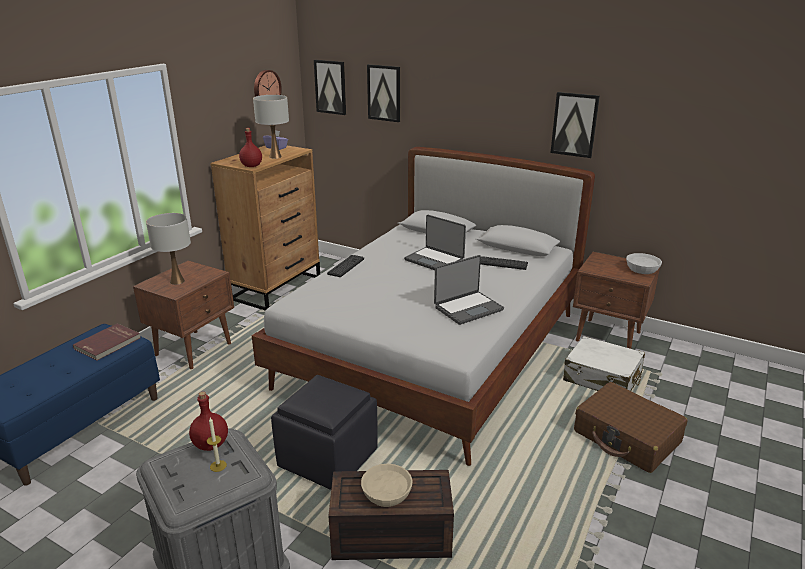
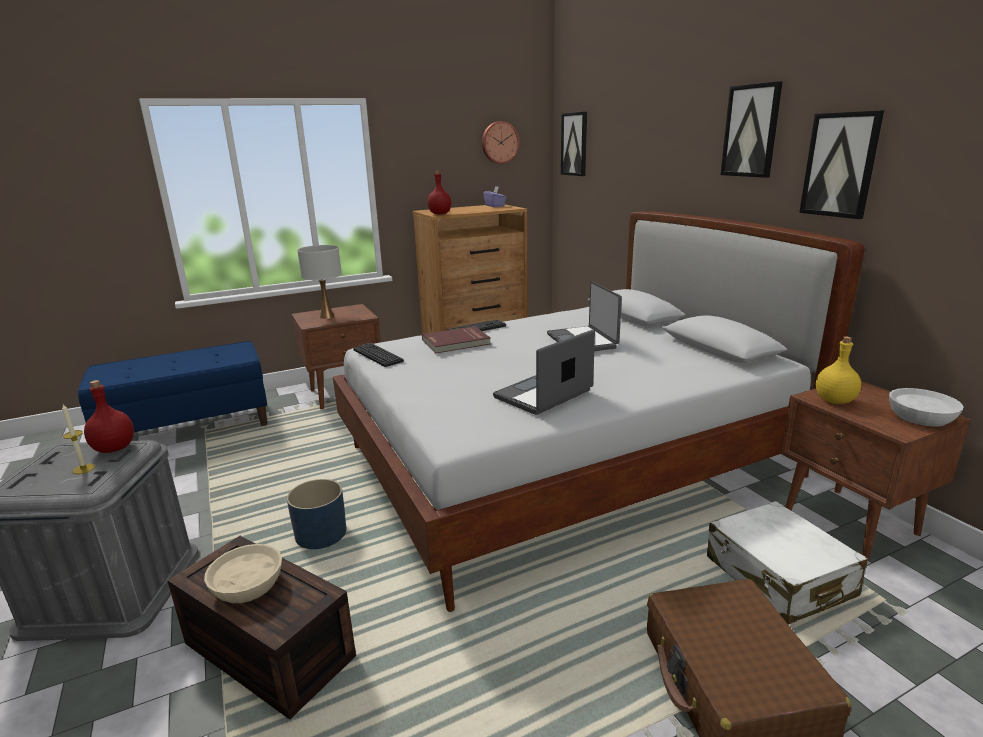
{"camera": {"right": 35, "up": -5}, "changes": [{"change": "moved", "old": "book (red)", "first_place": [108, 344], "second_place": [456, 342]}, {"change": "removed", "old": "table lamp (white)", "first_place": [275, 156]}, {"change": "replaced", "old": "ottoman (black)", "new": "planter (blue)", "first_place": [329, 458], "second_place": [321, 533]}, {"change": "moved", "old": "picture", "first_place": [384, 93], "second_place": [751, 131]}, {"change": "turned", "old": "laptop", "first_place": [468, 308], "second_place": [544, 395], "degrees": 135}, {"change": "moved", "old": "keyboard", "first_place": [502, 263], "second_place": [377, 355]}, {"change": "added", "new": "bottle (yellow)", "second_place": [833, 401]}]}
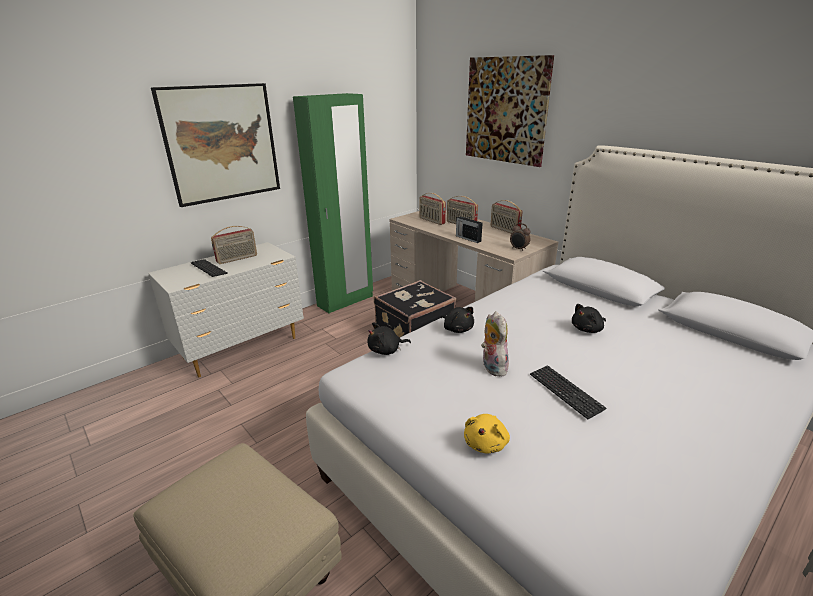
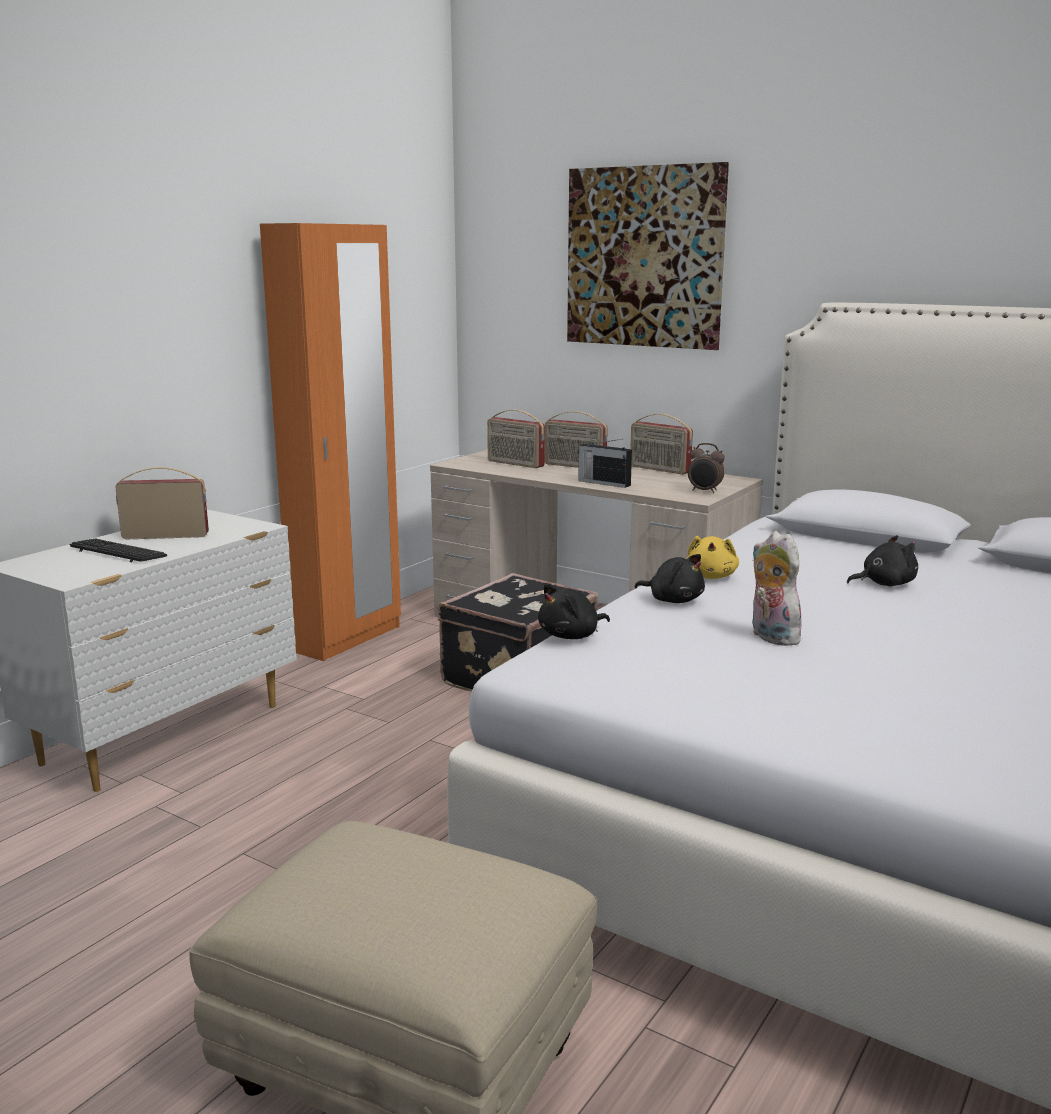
{"camera": {"right": -15, "up": -10}, "changes": [{"change": "removed", "old": "picture", "first_place": [221, 143]}, {"change": "turned", "old": "radio", "first_place": [237, 259], "second_place": [166, 536], "degrees": -135}, {"change": "recoloured", "old": "wardrobe (green)", "new": "wardrobe (orange)", "first_place": [345, 301], "second_place": [347, 639]}, {"change": "moved", "old": "plush toy (yellow)", "first_place": [486, 443], "second_place": [711, 576]}, {"change": "removed", "old": "keyboard", "first_place": [565, 392]}, {"change": "turned", "old": "plush toy (black)", "first_place": [587, 329], "second_place": [884, 584], "degrees": -150}]}
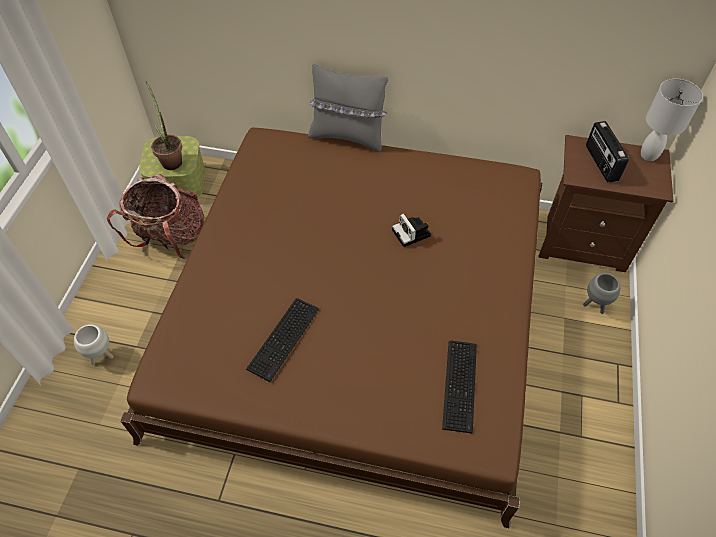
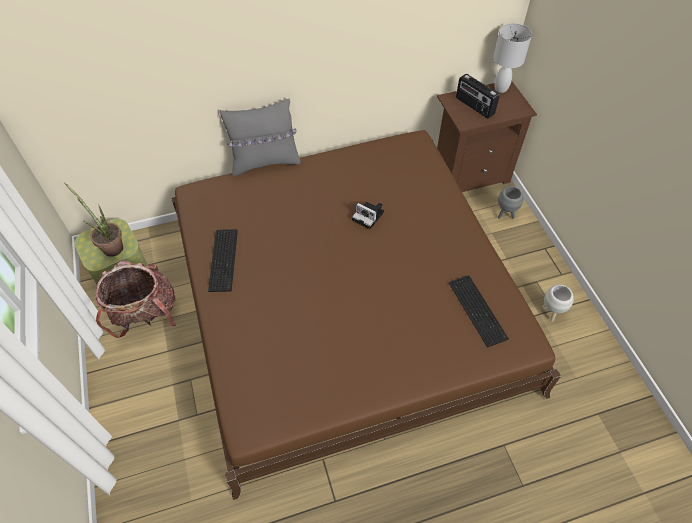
{"camera": {"right": -30, "up": 0}, "changes": [{"change": "moved", "old": "planter (white)", "first_place": [101, 356], "second_place": [551, 312]}, {"change": "moved", "old": "keyboard", "first_place": [285, 338], "second_place": [225, 259]}]}
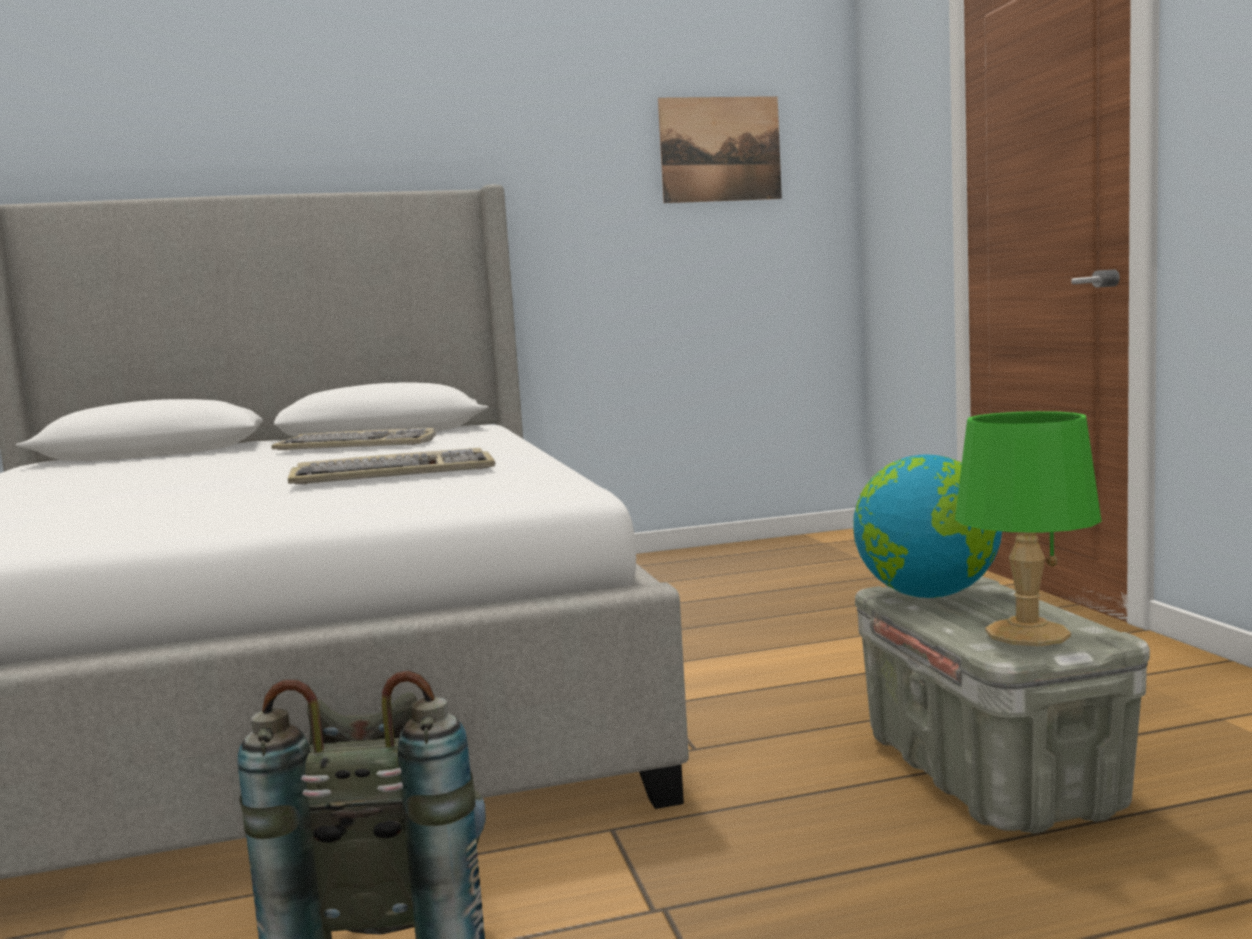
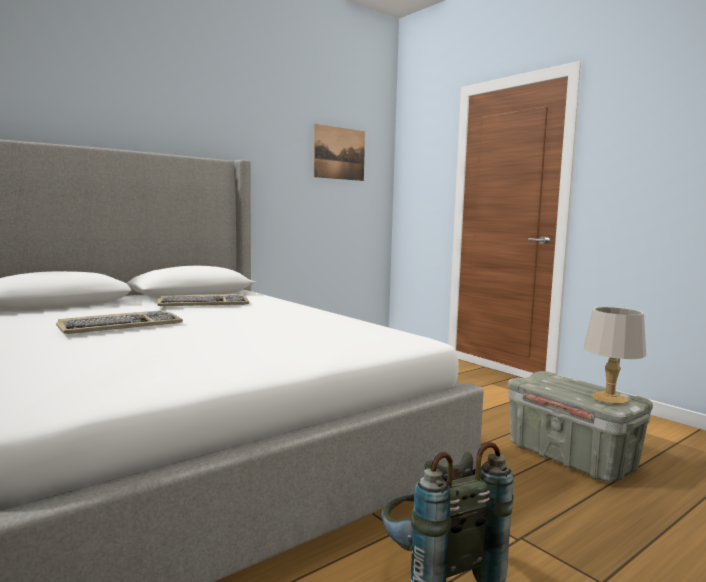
{"camera": {"right": -25, "up": 0}, "changes": [{"change": "moved", "old": "keyboard", "first_place": [395, 475], "second_place": [121, 326]}, {"change": "removed", "old": "globe", "first_place": [928, 595]}, {"change": "recoloured", "old": "table lamp (green)", "new": "table lamp (grey)", "first_place": [1025, 633], "second_place": [608, 398]}]}
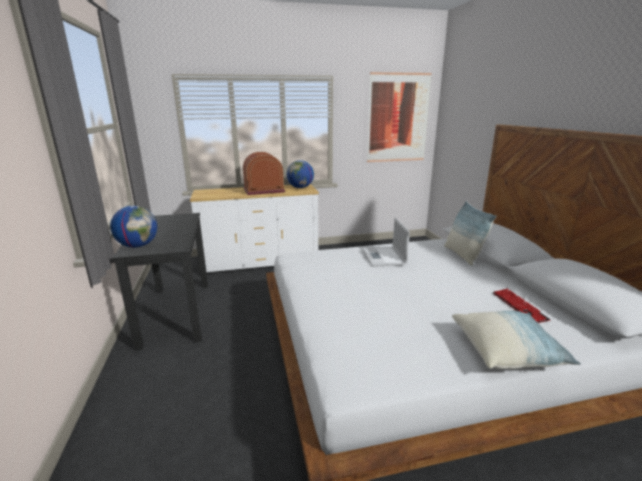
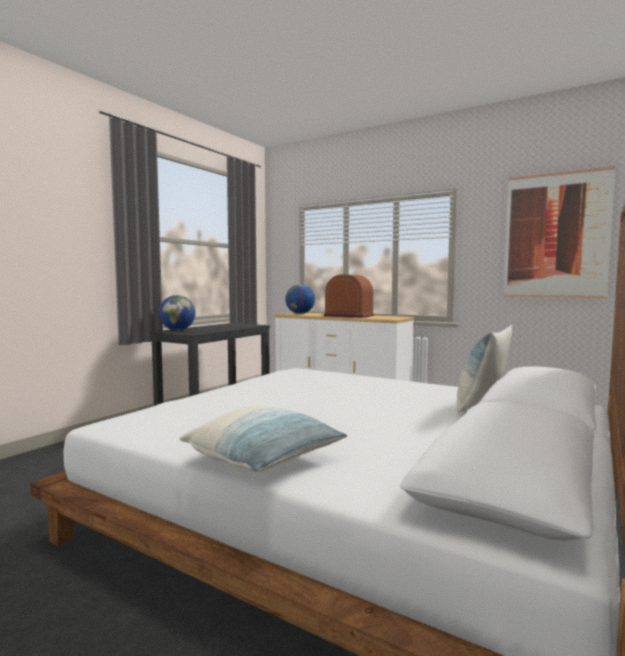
{"camera": {"right": 45, "up": -15}, "changes": [{"change": "moved", "old": "globe", "first_place": [300, 188], "second_place": [300, 313]}, {"change": "removed", "old": "laptop", "first_place": [384, 257]}, {"change": "removed", "old": "keyboard", "first_place": [519, 306]}]}
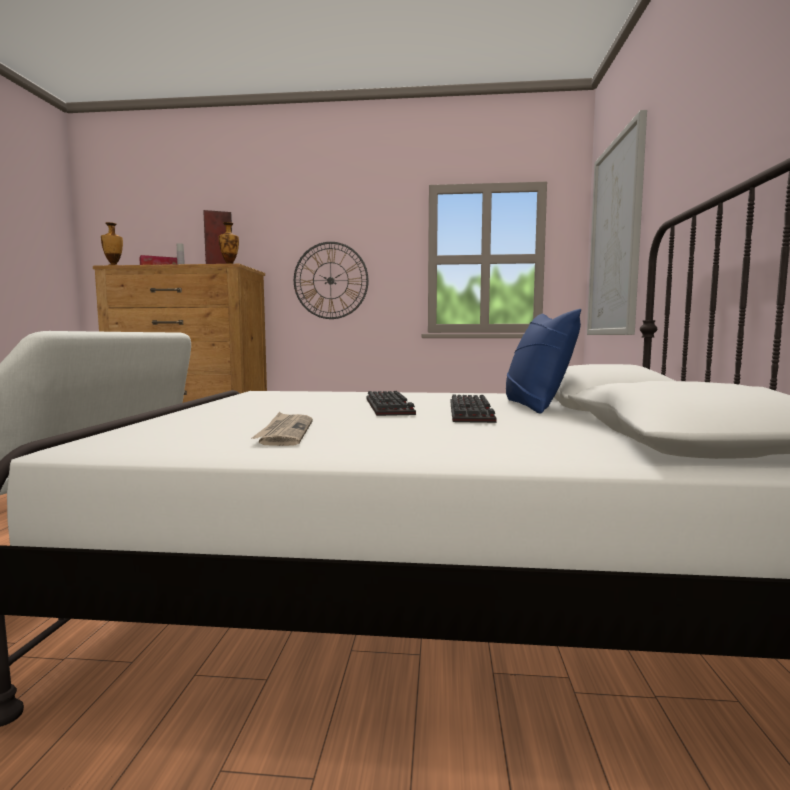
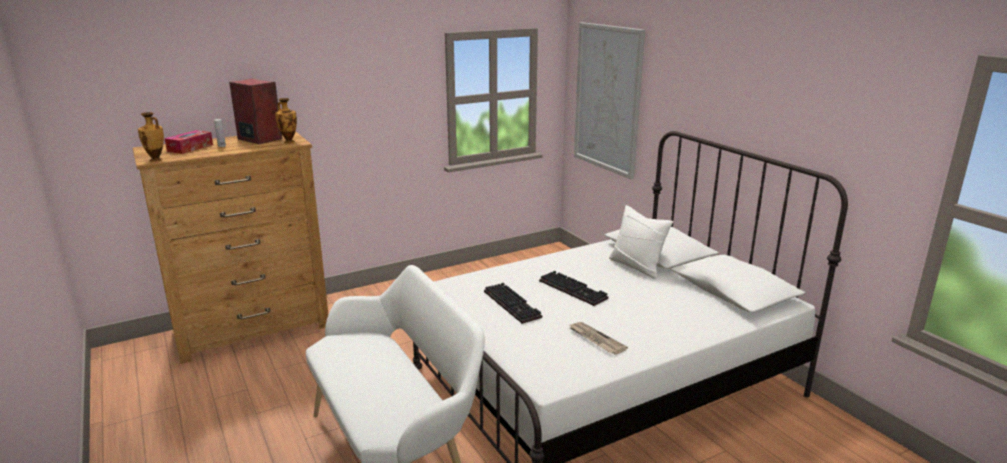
{"camera": {"right": -35, "up": 15}, "changes": [{"change": "removed", "old": "wall clock", "first_place": [330, 280]}, {"change": "moved", "old": "keyboard", "first_place": [473, 412], "second_place": [514, 304]}, {"change": "recoloured", "old": "pillow (blue)", "new": "pillow (white)", "first_place": [536, 406], "second_place": [637, 266]}]}
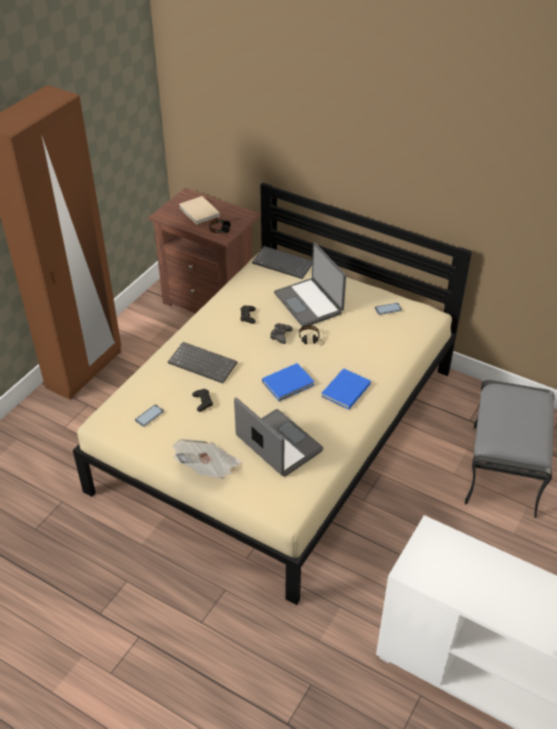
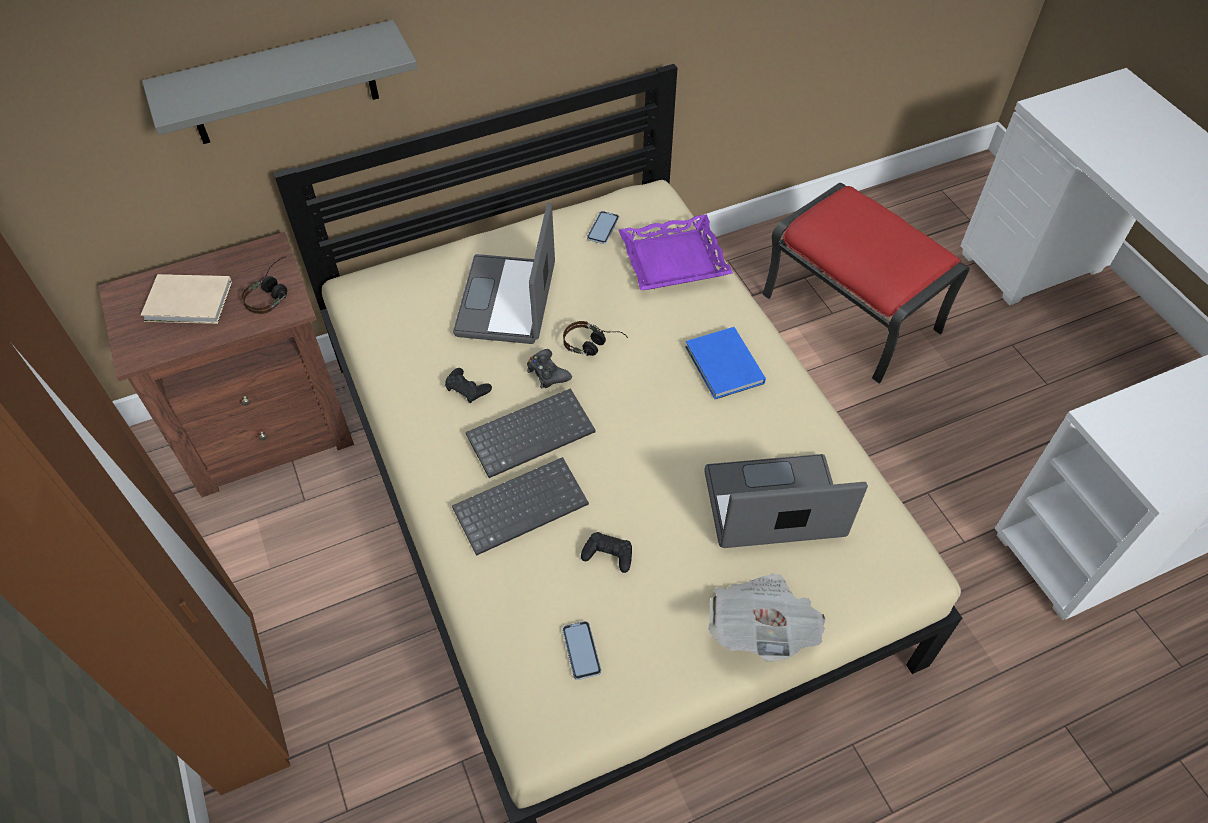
{"camera": {"right": -55, "up": 10}, "changes": [{"change": "moved", "old": "keyboard", "first_place": [284, 263], "second_place": [531, 432]}, {"change": "removed", "old": "book (blue)", "first_place": [289, 383]}, {"change": "turned", "old": "laptop", "first_place": [309, 303], "second_place": [508, 301], "degrees": 90}, {"change": "recoloured", "old": "ottoman (grey)", "new": "ottoman (red)", "first_place": [504, 469], "second_place": [852, 313]}, {"change": "added", "new": "shelf (grey)", "second_place": [282, 85]}, {"change": "added", "new": "tray (purple)", "second_place": [674, 260]}]}
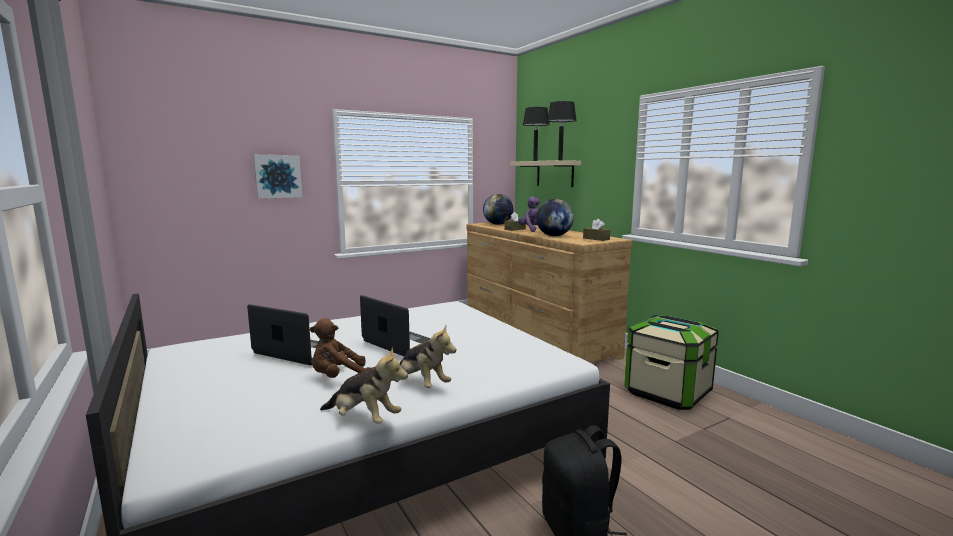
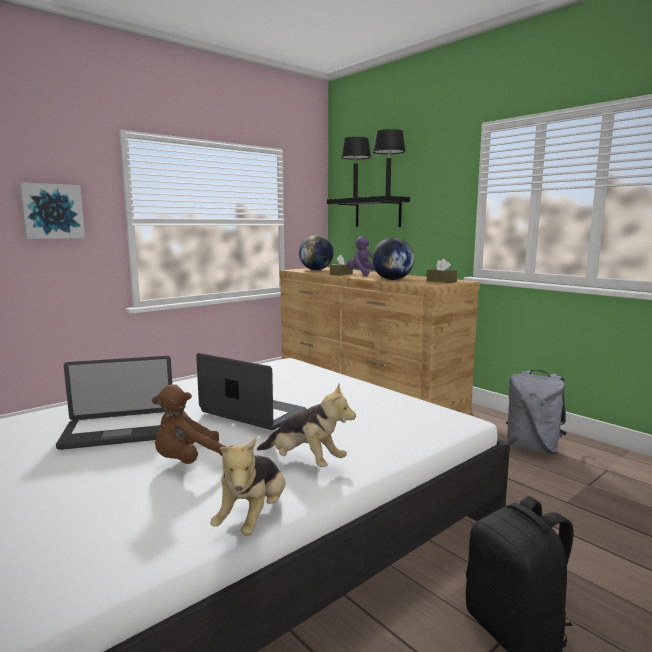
{"camera": {"right": -10, "up": 0}, "changes": [{"change": "turned", "old": "laptop", "first_place": [298, 352], "second_place": [119, 431], "degrees": 150}, {"change": "turned", "old": "plush toy", "first_place": [364, 419], "second_place": [253, 518], "degrees": 90}, {"change": "recoloured", "old": "shelf (beige)", "new": "shelf (black)", "first_place": [555, 173], "second_place": [378, 212]}, {"change": "replaced", "old": "storage box", "new": "backpack (grey)", "first_place": [667, 393], "second_place": [533, 447]}]}
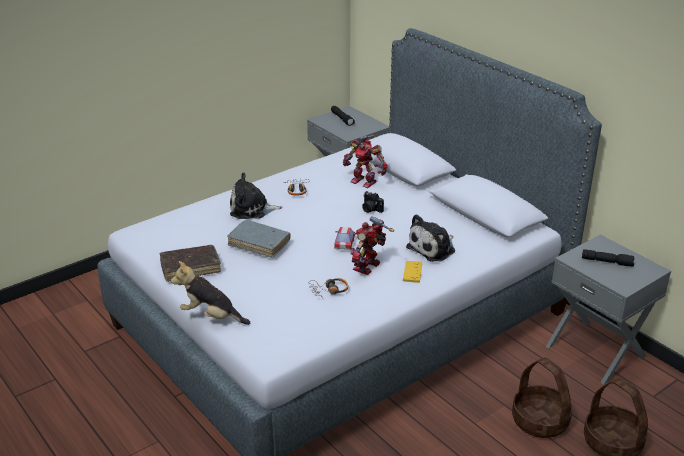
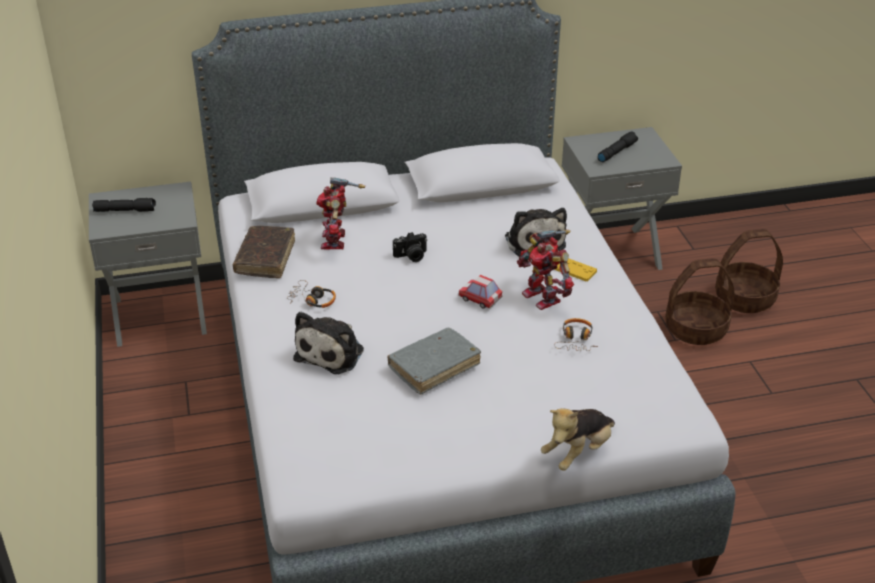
{"camera": {"right": -65, "up": 5}, "changes": [{"change": "moved", "old": "book (brown)", "first_place": [190, 268], "second_place": [265, 258]}, {"change": "turned", "old": "toy robot", "first_place": [364, 181], "second_place": [336, 240], "degrees": 120}]}
